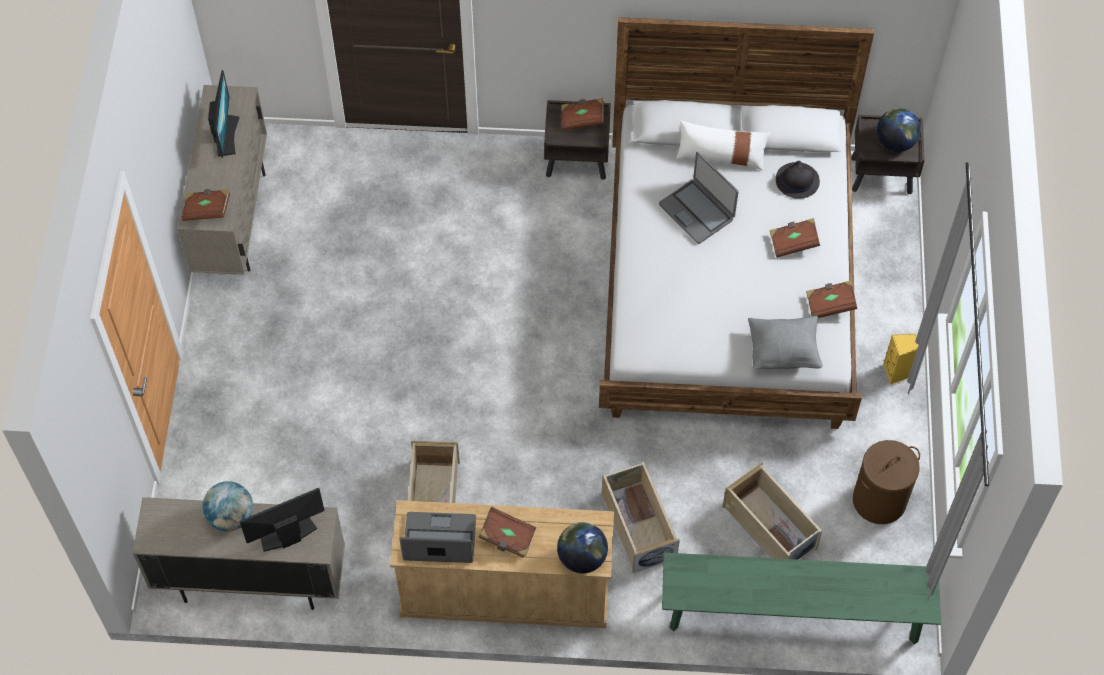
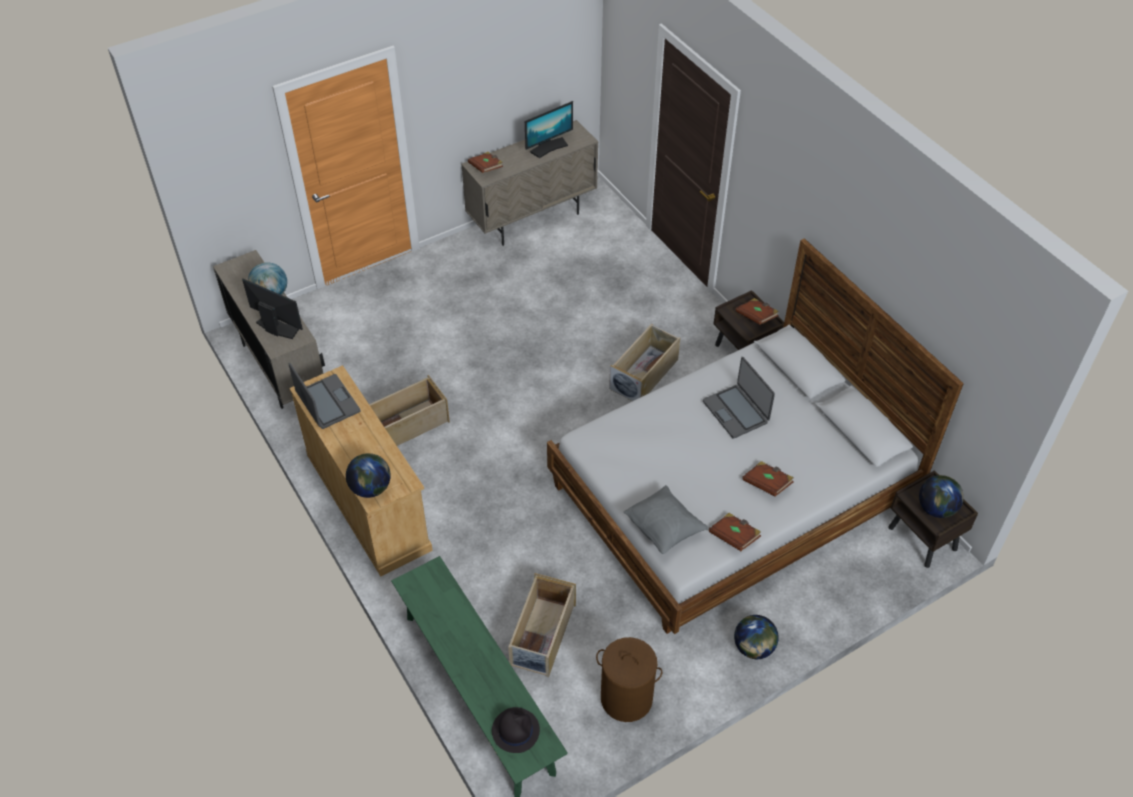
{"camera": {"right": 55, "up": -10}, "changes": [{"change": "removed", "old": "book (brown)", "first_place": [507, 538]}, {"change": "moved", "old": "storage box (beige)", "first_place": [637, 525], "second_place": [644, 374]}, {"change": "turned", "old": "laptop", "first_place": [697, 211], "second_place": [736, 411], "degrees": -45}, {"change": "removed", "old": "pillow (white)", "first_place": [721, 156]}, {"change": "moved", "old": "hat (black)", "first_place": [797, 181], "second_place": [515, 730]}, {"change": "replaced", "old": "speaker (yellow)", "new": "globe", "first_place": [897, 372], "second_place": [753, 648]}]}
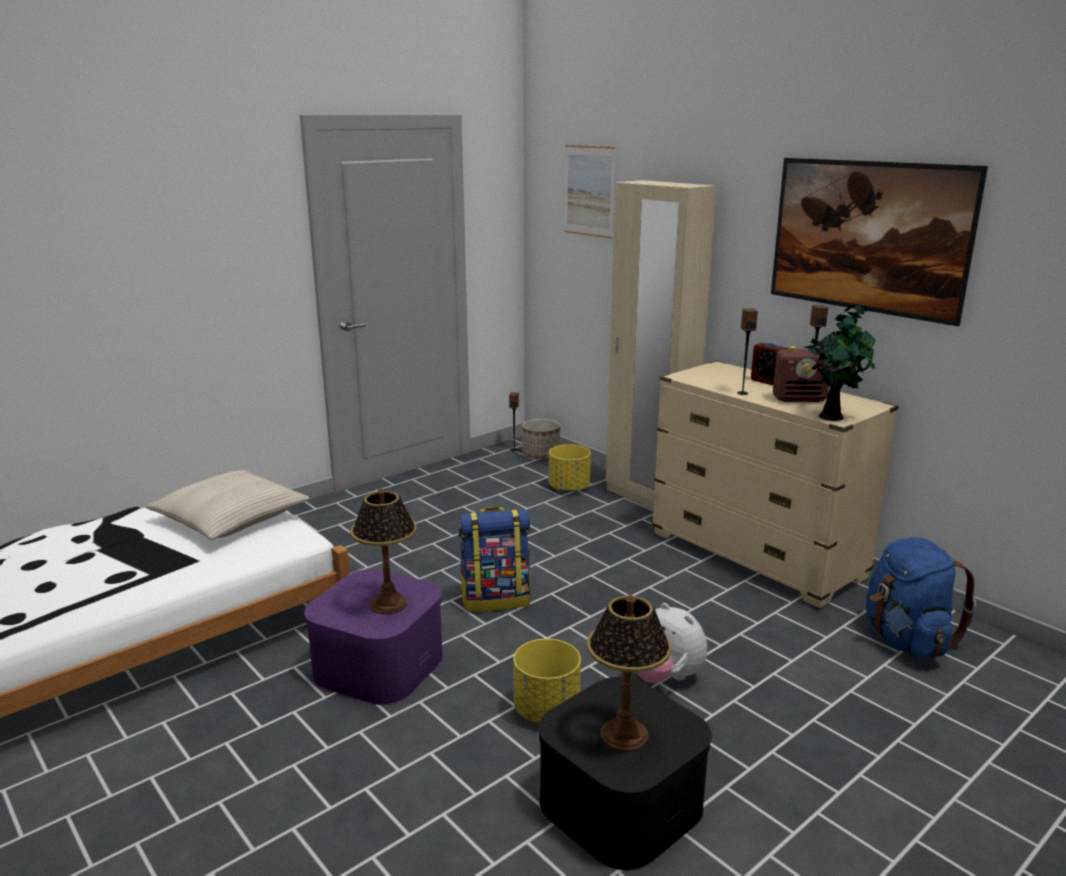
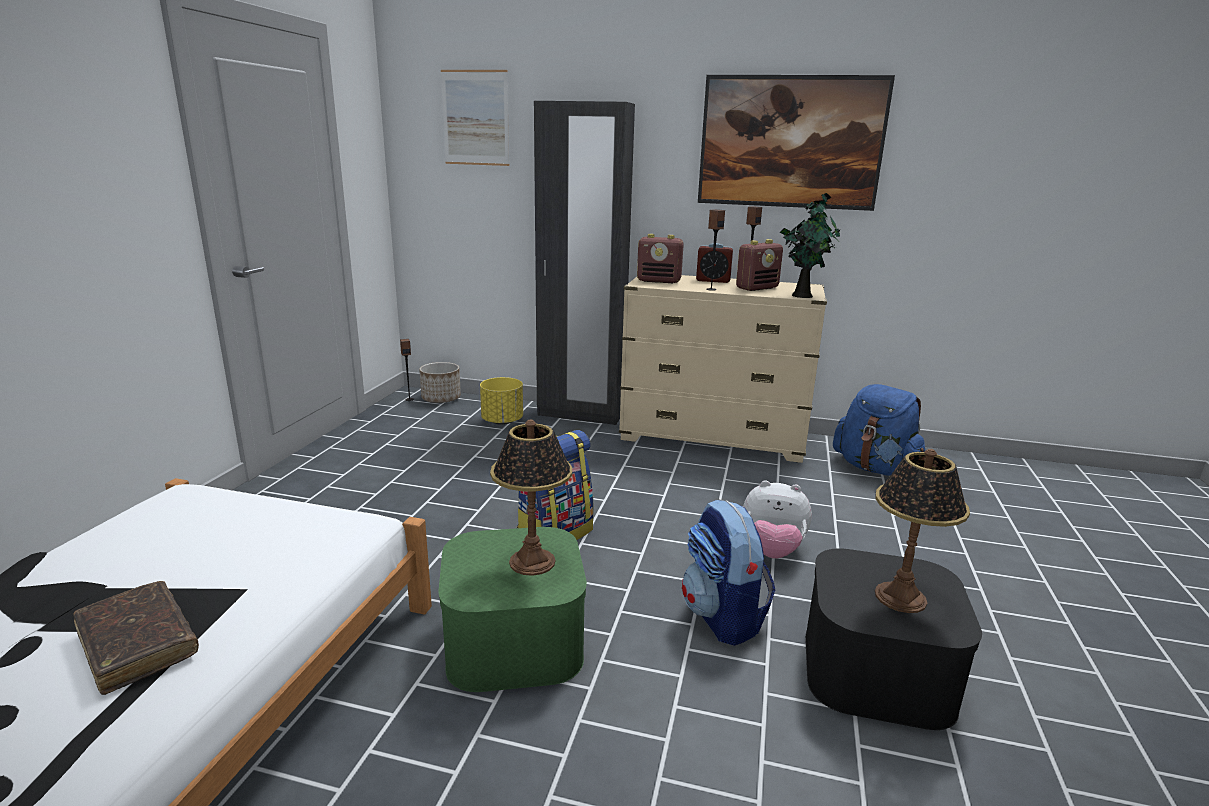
{"camera": {"right": -35, "up": 0}, "changes": [{"change": "removed", "old": "pillow (beige)", "first_place": [230, 518]}, {"change": "recoloured", "old": "storage box (purple)", "new": "storage box (green)", "first_place": [378, 664], "second_place": [513, 640]}, {"change": "replaced", "old": "planter (yellow)", "new": "backpack", "first_place": [546, 711], "second_place": [723, 617]}, {"change": "recoloured", "old": "wardrobe (beige)", "new": "wardrobe (black)", "first_place": [648, 499], "second_place": [580, 414]}, {"change": "added", "new": "book (brown)", "second_place": [138, 645]}, {"change": "added", "new": "radio", "second_place": [659, 281]}]}
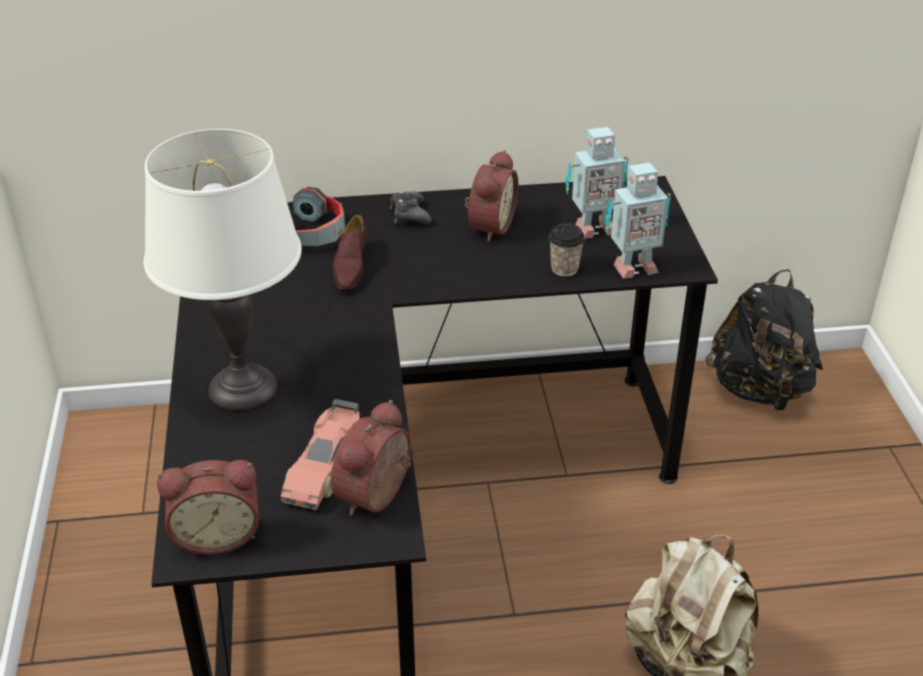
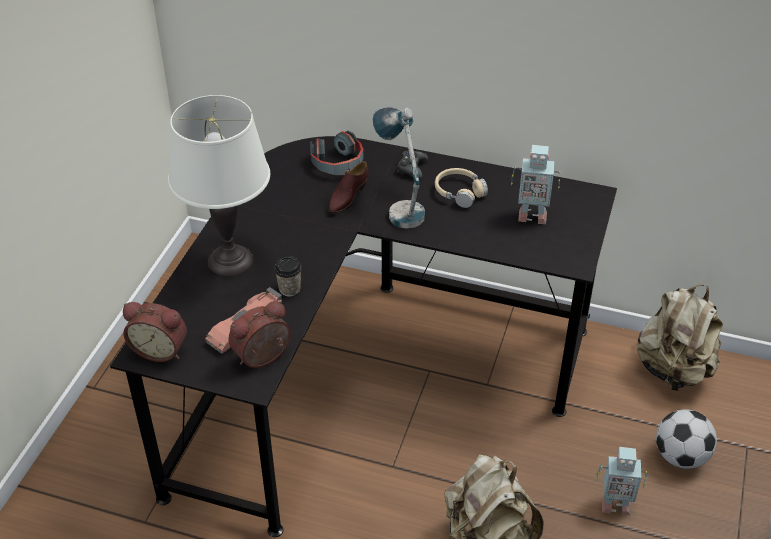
{"camera": {"right": 25, "up": 5}, "changes": [{"change": "replaced", "old": "alarm clock", "new": "headphones (beige)", "first_place": [488, 226], "second_place": [459, 192]}, {"change": "moved", "old": "cup", "first_place": [564, 269], "second_place": [289, 289]}, {"change": "moved", "old": "toy robot", "first_place": [632, 267], "second_place": [614, 504]}, {"change": "recoloured", "old": "backpack (black)", "new": "backpack (beige)", "first_place": [760, 390], "second_place": [673, 370]}, {"change": "added", "new": "table lamp", "second_place": [400, 207]}, {"change": "added", "new": "football", "second_place": [680, 457]}]}
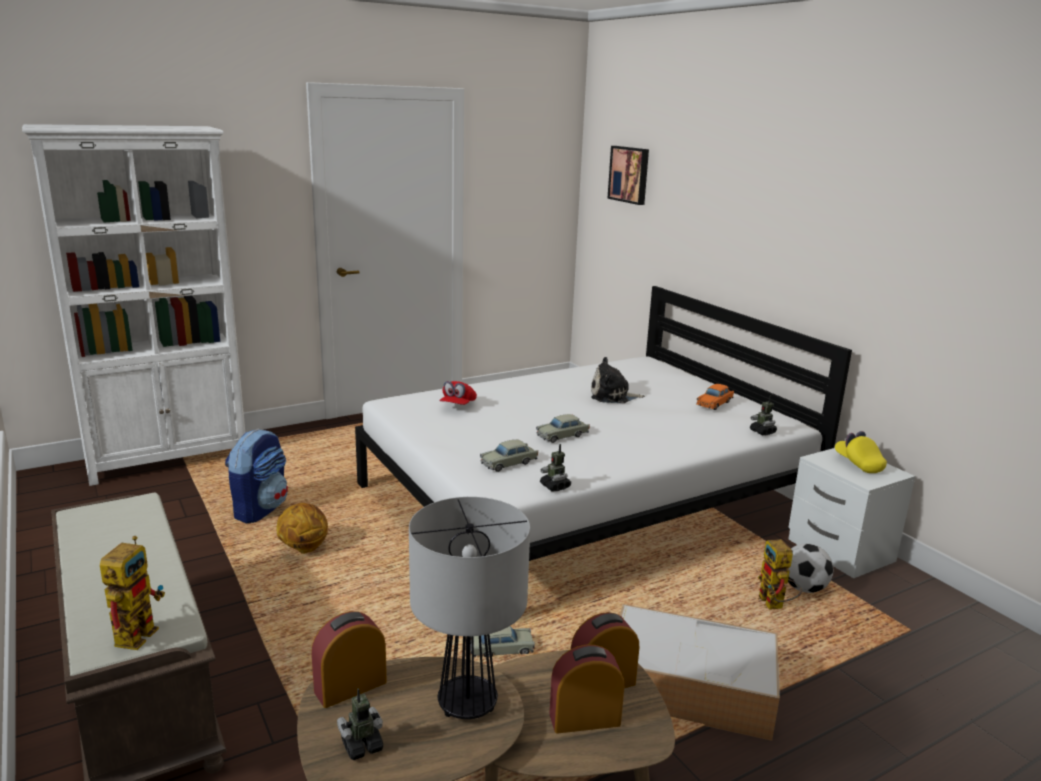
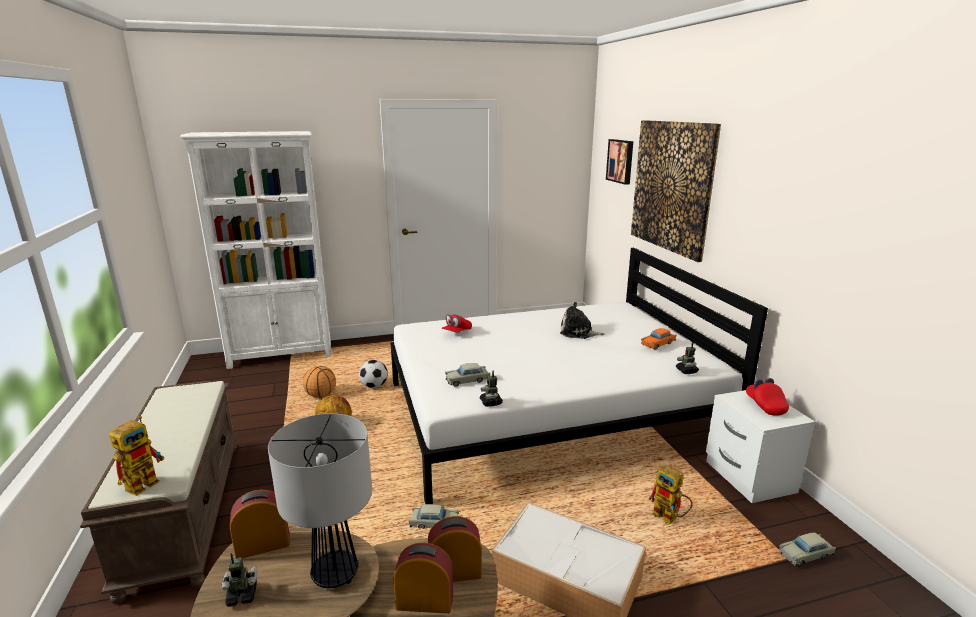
{"camera": {"right": 15, "up": 0}, "changes": [{"change": "replaced", "old": "backpack", "new": "basketball", "first_place": [260, 509], "second_place": [321, 395]}, {"change": "moved", "old": "toy car (beige)", "first_place": [562, 436], "second_place": [805, 555]}, {"change": "turned", "old": "toy robot", "first_place": [774, 607], "second_place": [669, 519], "degrees": -45}, {"change": "moved", "old": "football", "first_place": [804, 588], "second_place": [374, 386]}, {"change": "recoloured", "old": "cap (yellow)", "new": "cap (red)", "first_place": [858, 464], "second_place": [765, 406]}, {"change": "added", "new": "picture", "second_place": [671, 186]}]}
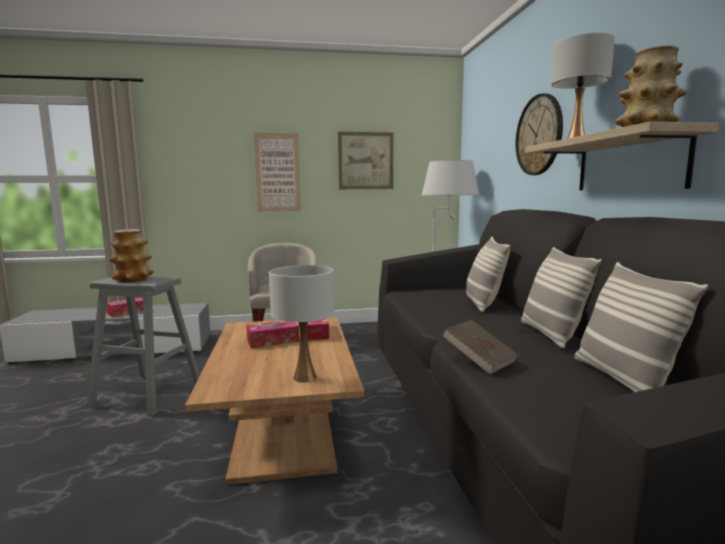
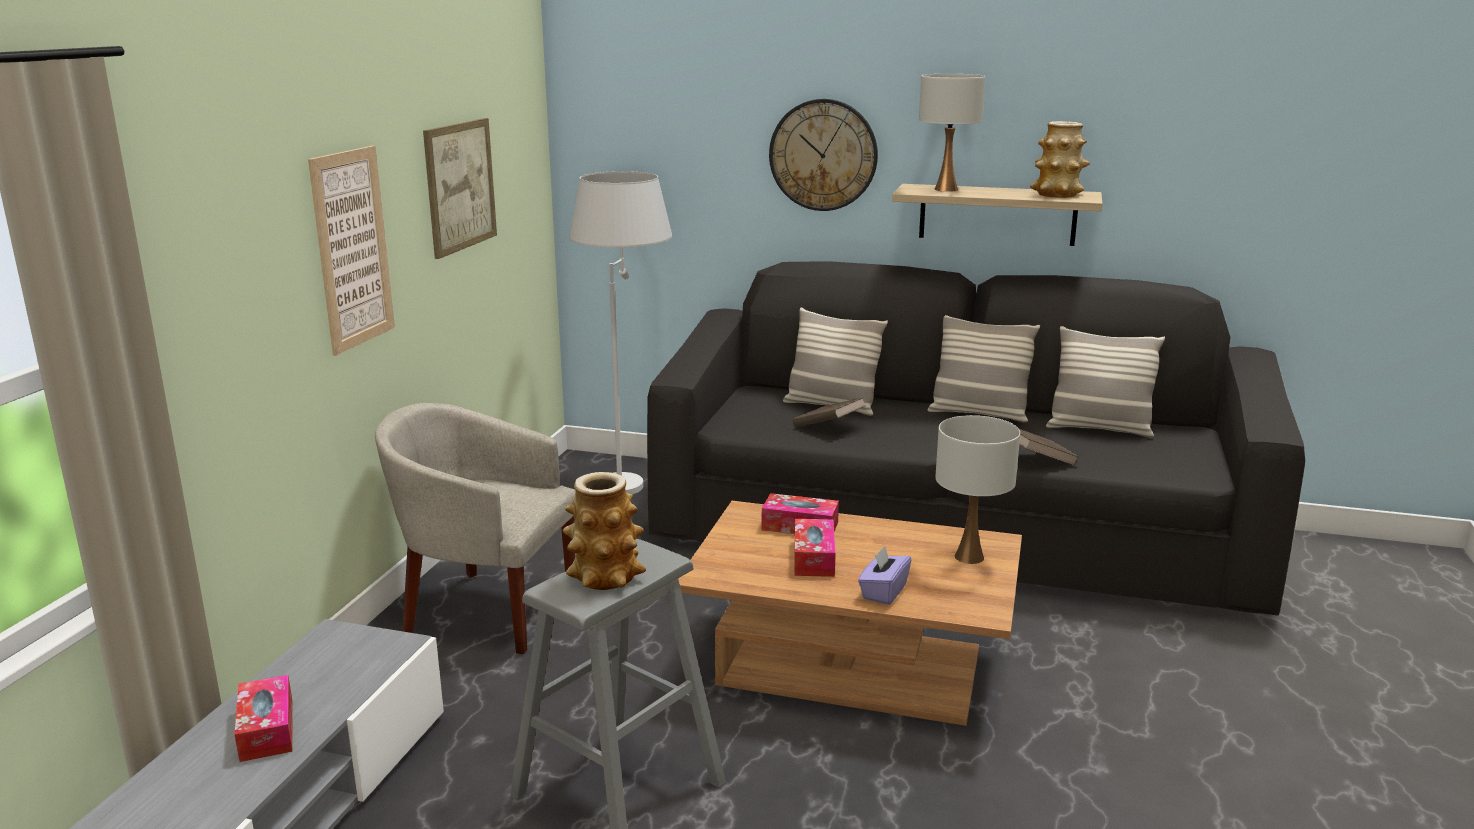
{"camera": {"right": -65, "up": 10}, "changes": [{"change": "added", "new": "book (brown)", "second_place": [828, 428]}, {"change": "added", "new": "tissue box (purple)", "second_place": [883, 592]}]}
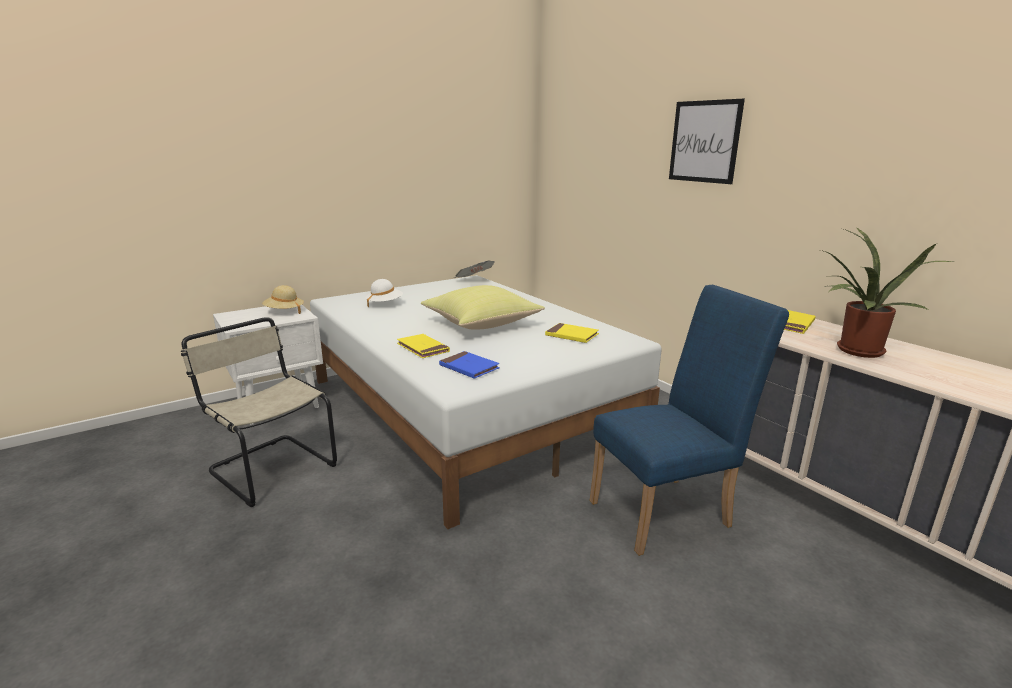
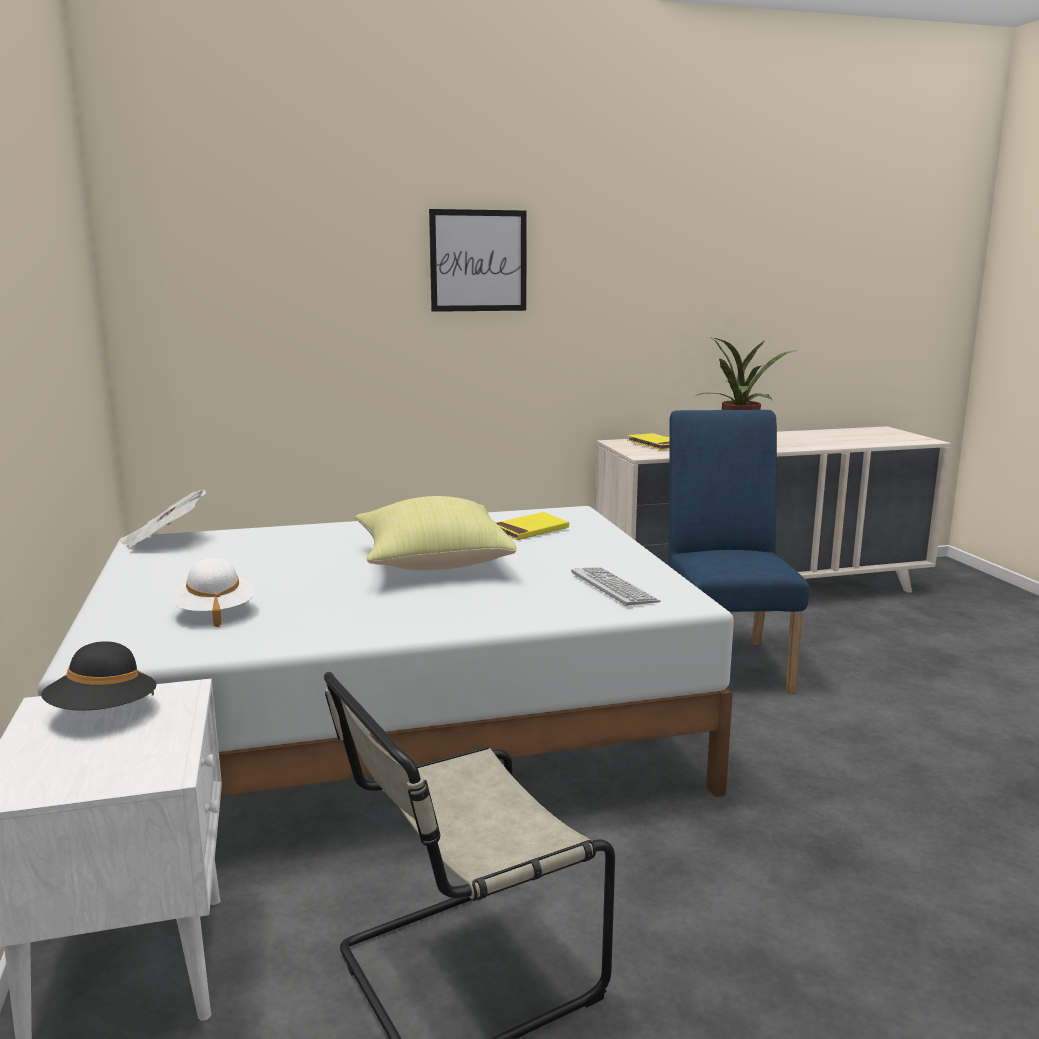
{"camera": {"right": -70, "up": -5}, "changes": [{"change": "recoloured", "old": "hat (beige)", "new": "hat (black)", "first_place": [284, 311], "second_place": [103, 713]}, {"change": "removed", "old": "book (yellow)", "first_place": [423, 348]}, {"change": "replaced", "old": "book (blue)", "new": "keyboard", "first_place": [469, 367], "second_place": [613, 588]}]}
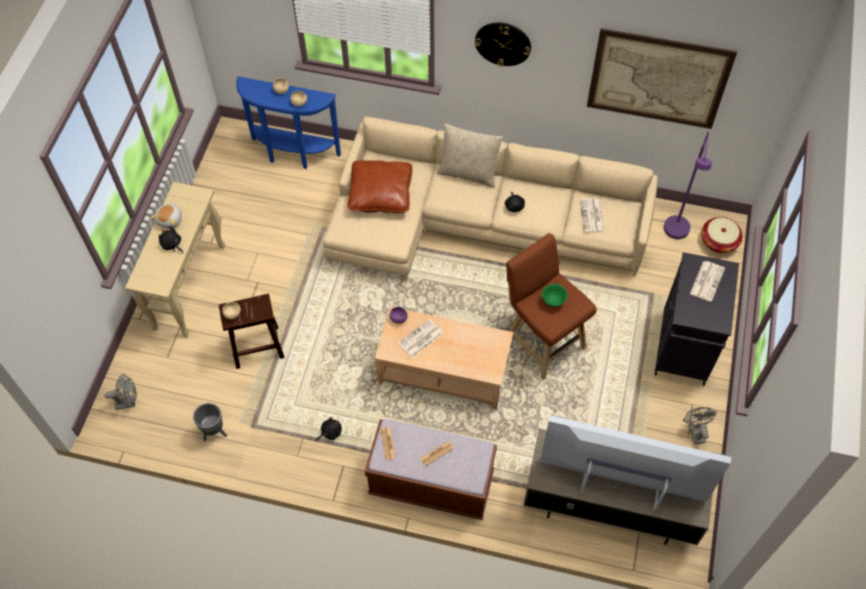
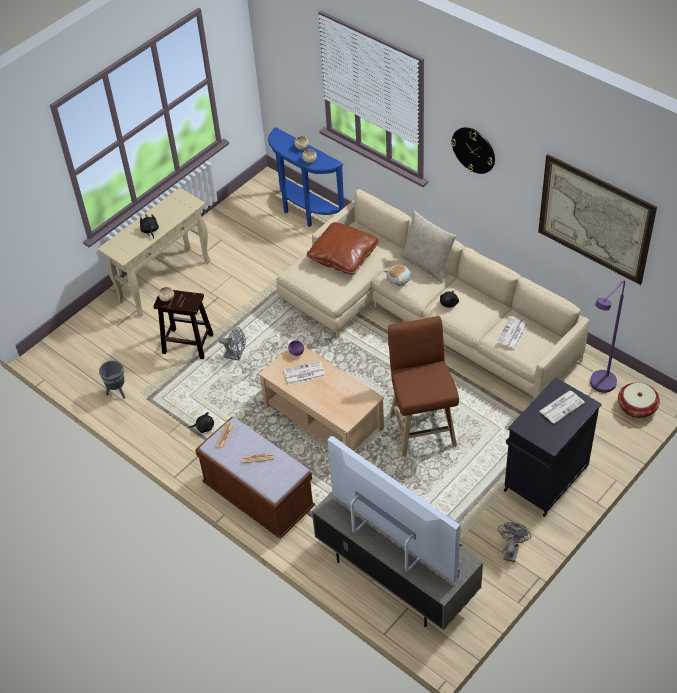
{"camera": {"right": 30, "up": -10}, "changes": [{"change": "moved", "old": "fan (grey)", "first_place": [128, 402], "second_place": [236, 356]}, {"change": "moved", "old": "plush toy", "first_place": [170, 220], "second_place": [399, 279]}, {"change": "removed", "old": "bowl (green)", "first_place": [553, 301]}]}
